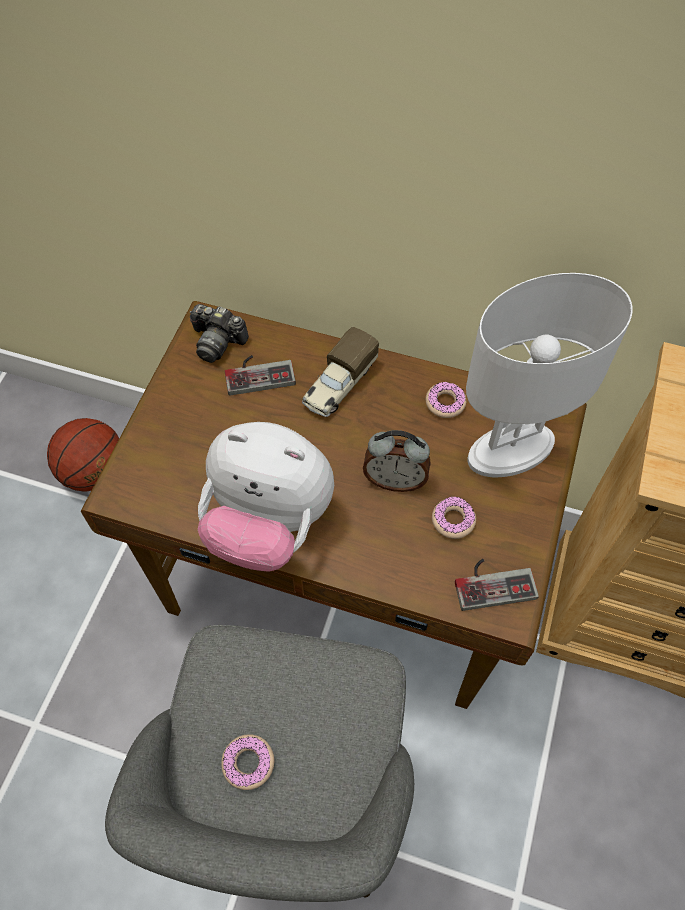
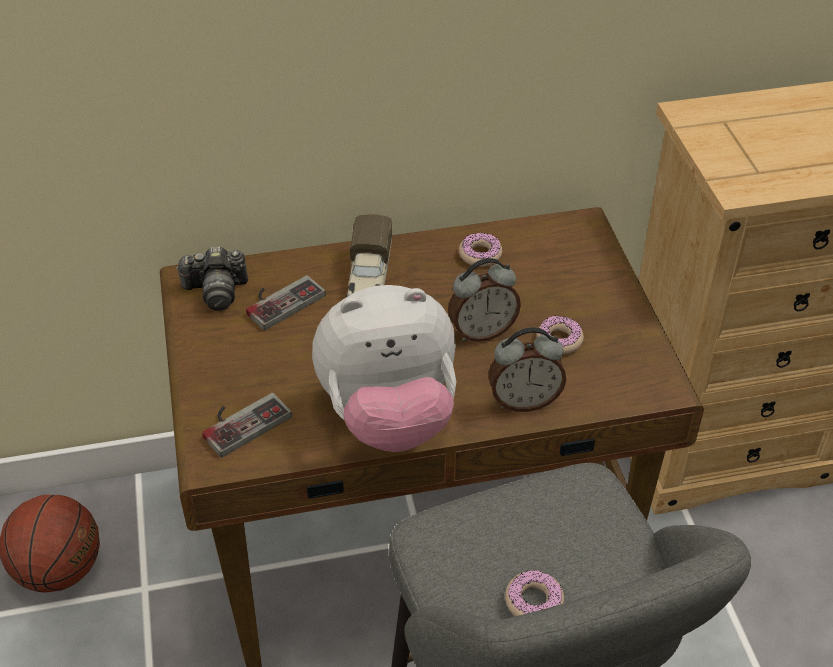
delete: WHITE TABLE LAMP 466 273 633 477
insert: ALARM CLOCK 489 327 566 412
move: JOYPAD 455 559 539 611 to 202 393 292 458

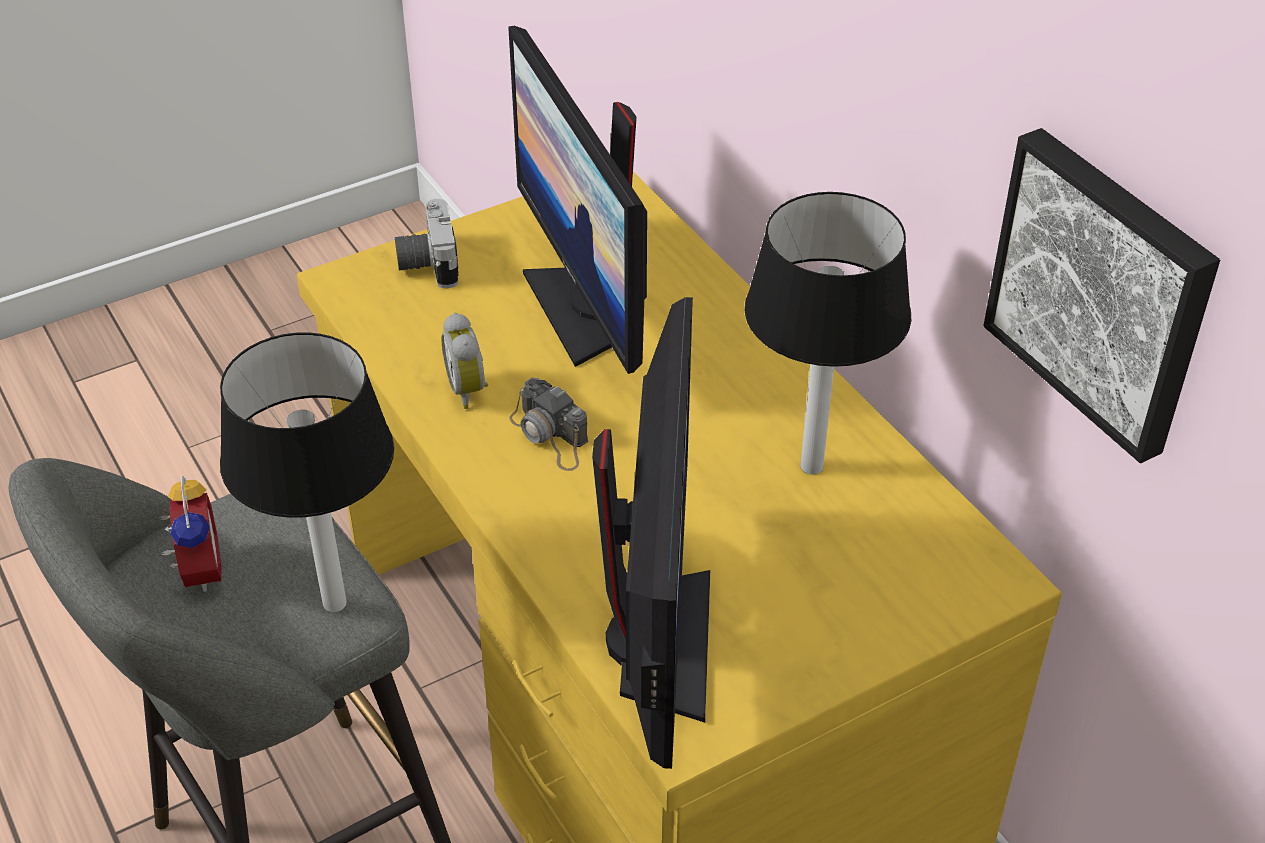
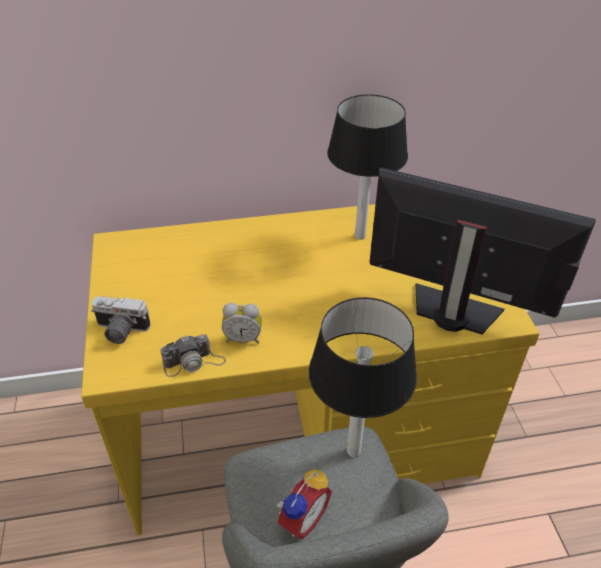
delete: MONITOR 508 26 647 374; WALL ART 983 128 1220 463
move: PHOTO CAMERA 509 378 588 471 to 160 334 226 377
rotate: ALARM CLOCK 158 475 222 592 = 276 469 332 540 120 degrees clockwise

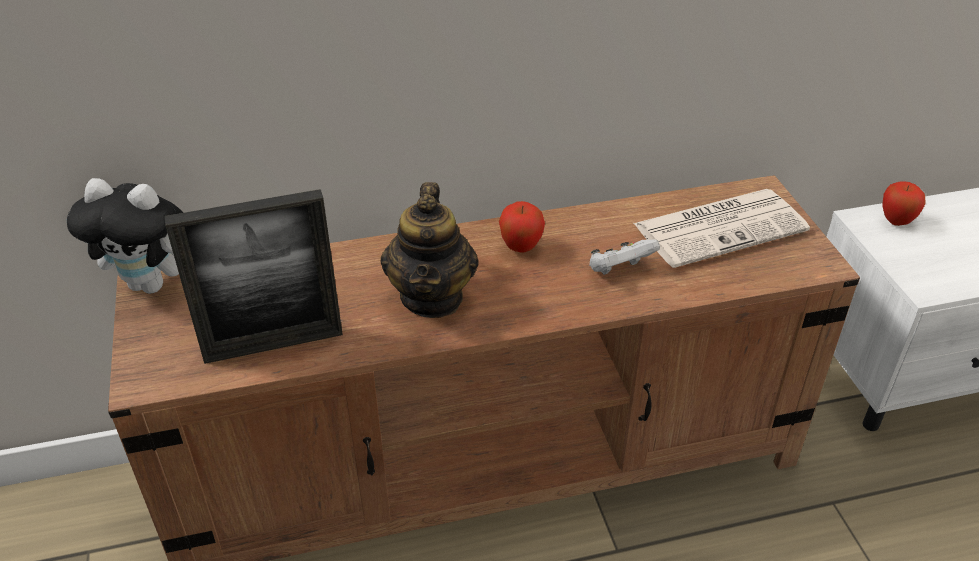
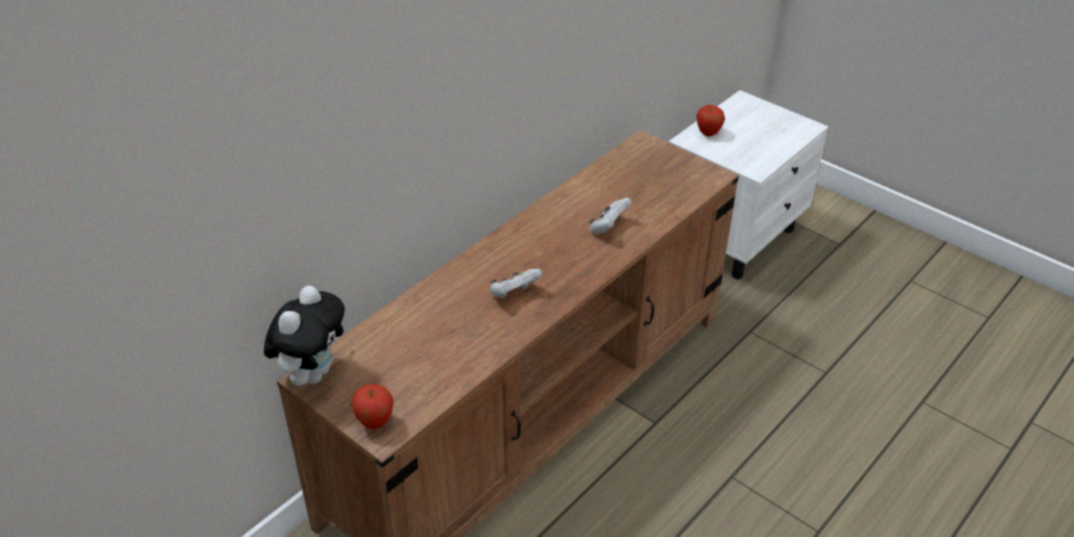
delete: STANDING FRAME 165 189 343 364; NEWSPAPER 633 189 810 268
move: APPLE FRUIT 499 201 545 253 to 351 384 393 429
replace: POT FOR TEA 381 182 479 318 to WHITE JOYPAD 490 269 543 299
rotate: CUDDLY TOY 67 178 184 294 = 264 286 345 386 45 degrees counterclockwise

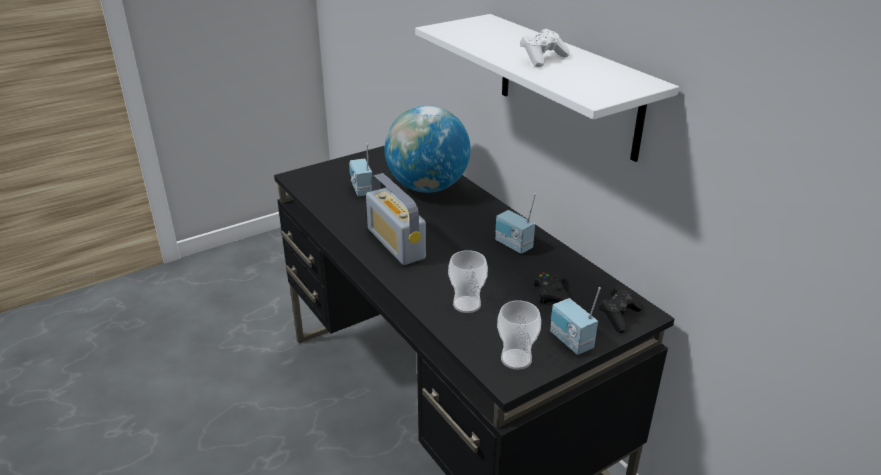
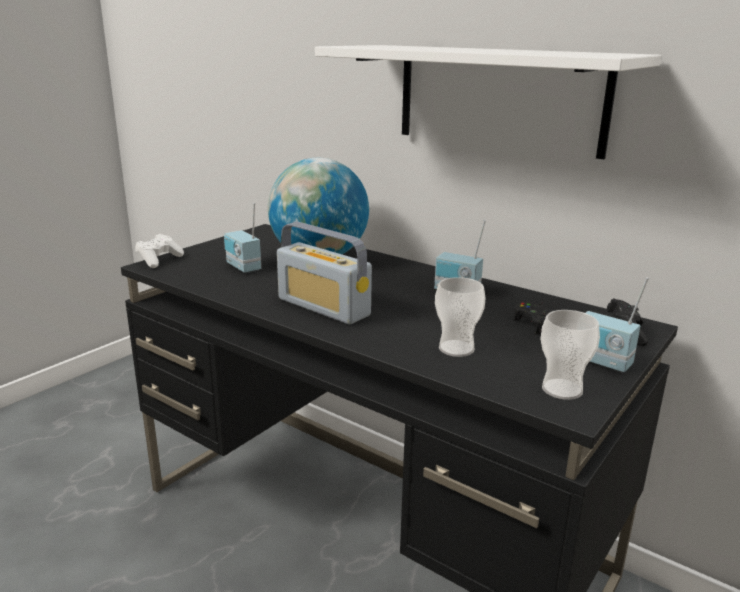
move: WHITE JOYPAD 520 29 570 67 to 135 234 184 268

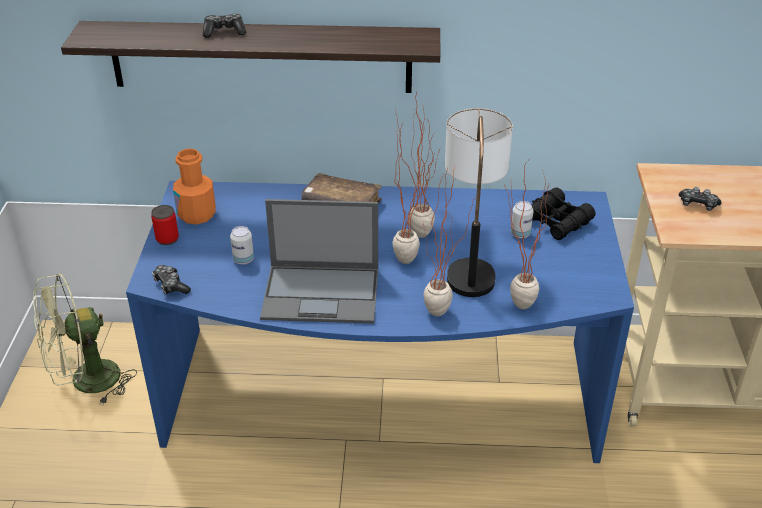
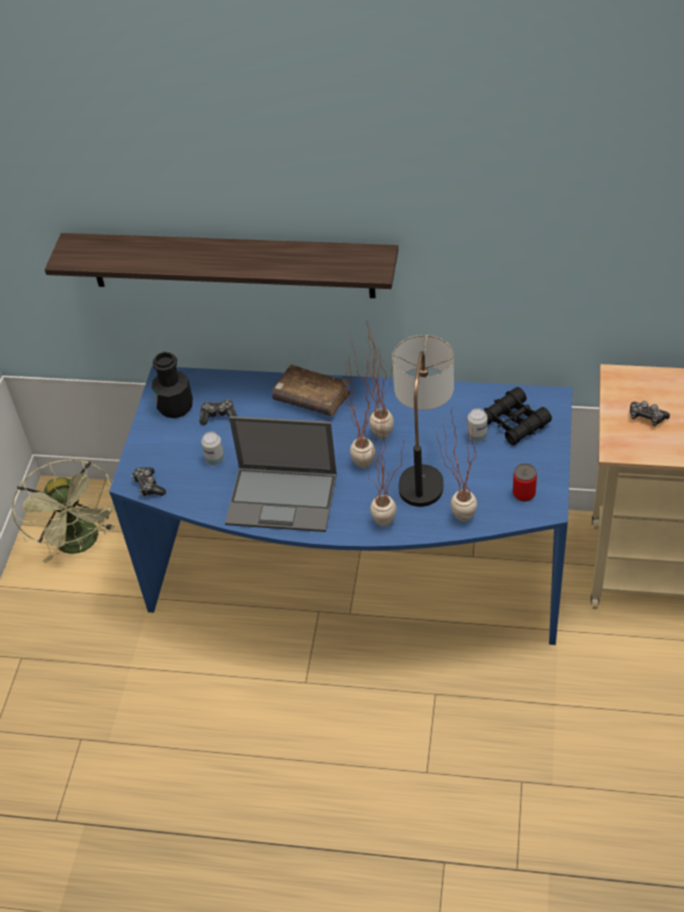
move: JOYPAD 203 13 246 38 to 200 399 237 425; SEALED CAN 151 205 179 245 to 513 464 537 502
recolor: ORANGE-COLOURED BOTTLE 173 148 216 225 to BLACKISH BOTTLE 152 352 193 418
rotate: GREENISH ELECTRIC FAN 33 273 137 405 = 11 459 116 564 90 degrees counterclockwise

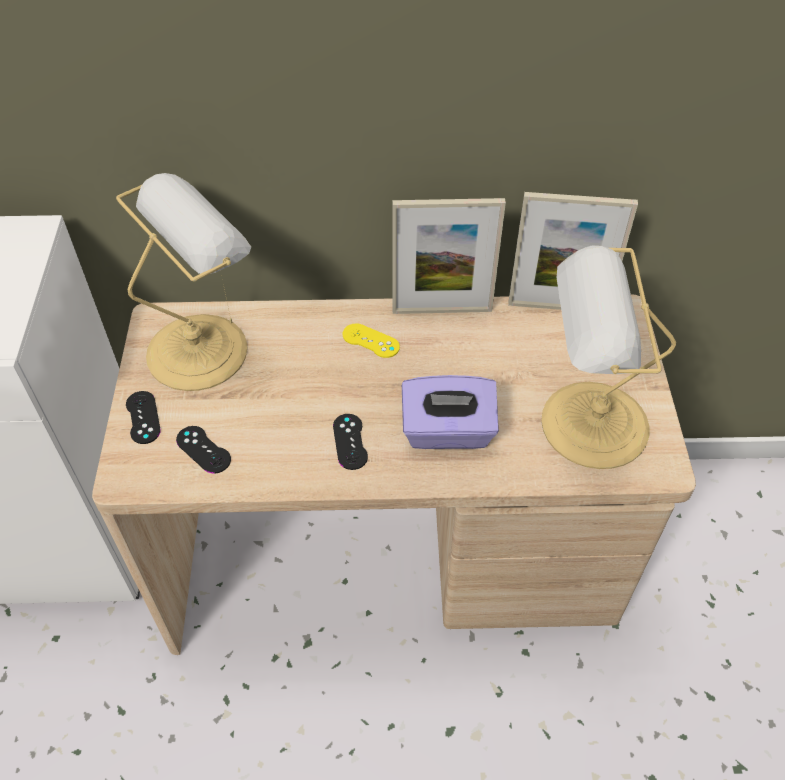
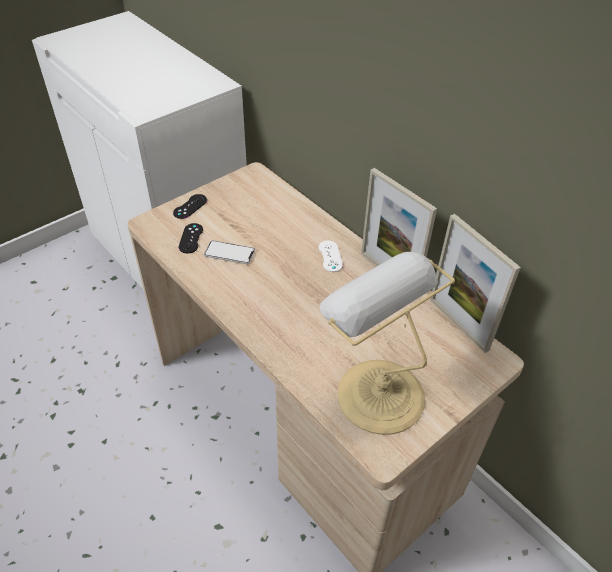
delete: TABLE LAMP 116 173 251 391; BLACKISH JOYPAD 333 414 368 470; PURPLE-COLOURED TISSUE HOLDER 402 375 499 449
insert: PHONE 204 240 255 264
recolor: YELLOW-COLOURED JOYPAD 342 323 400 358 to WHITE JOYPAD 319 240 343 272

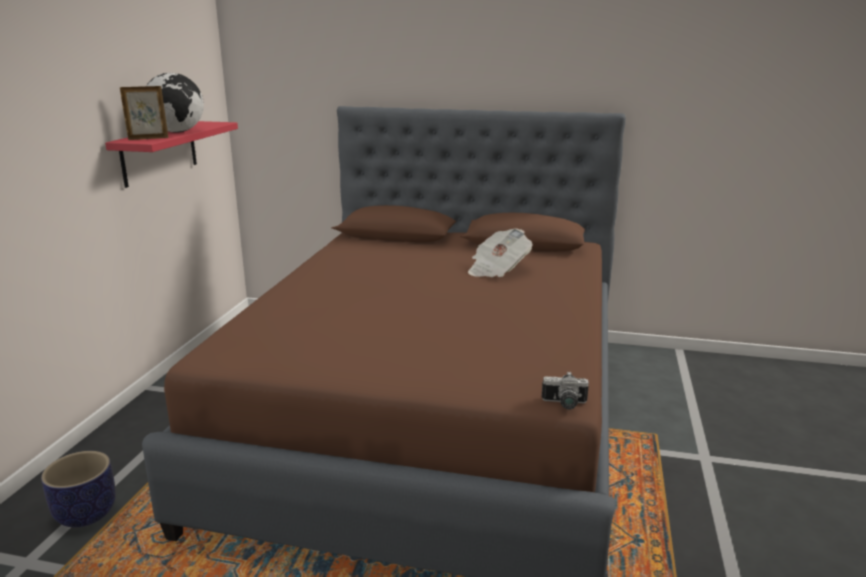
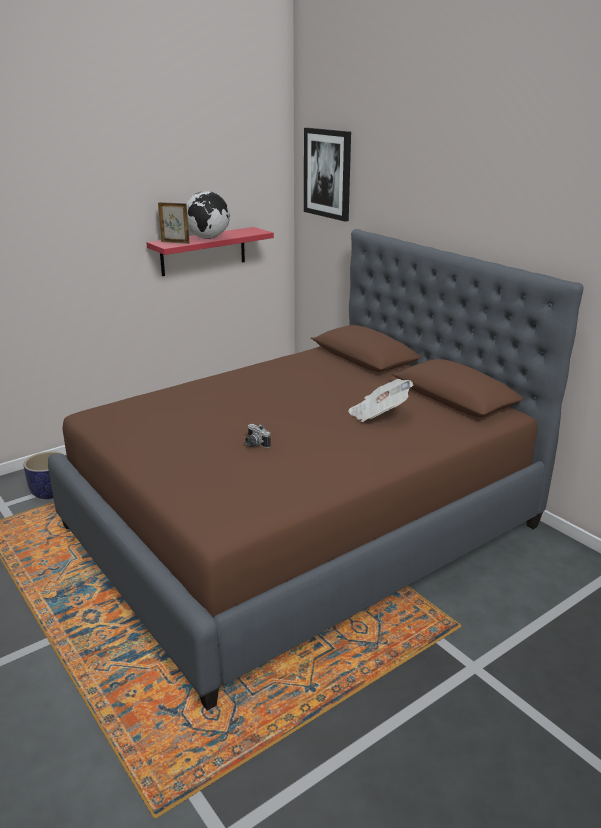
insert: WALL ART 304 128 351 221
move: PHOTO CAMERA 541 371 589 410 to 245 424 271 448

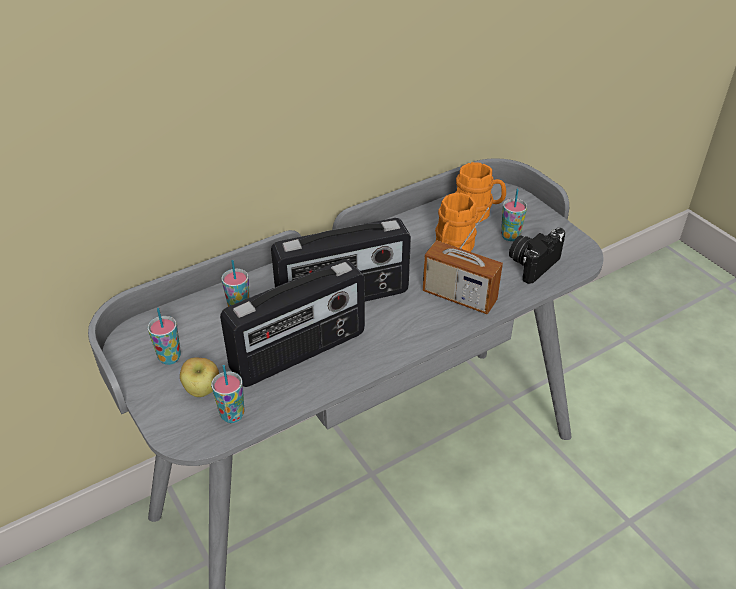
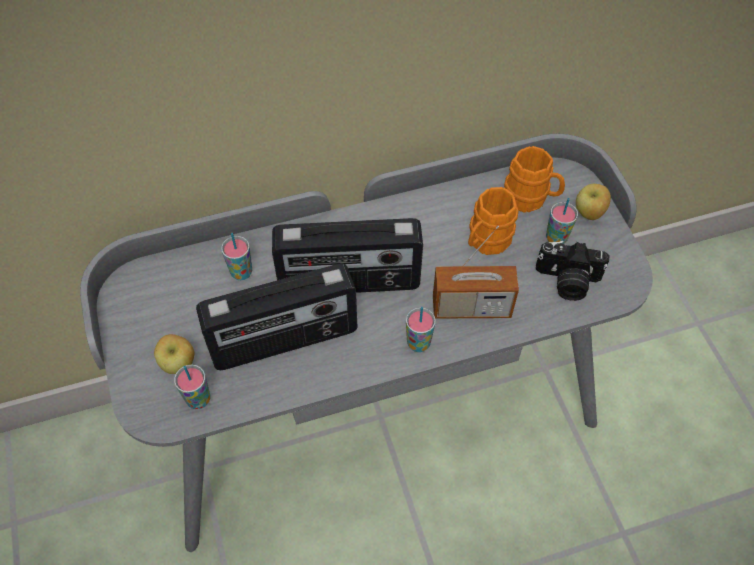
insert: APPLE FRUIT 576 184 611 220
move: DRINKING CUP 147 308 181 365 to 406 307 436 352
rotate: RADIO RECEIVER 423 208 503 314 = 433 226 519 319 45 degrees counterclockwise; PHOTO CAMERA 509 227 565 284 = 536 241 610 301 135 degrees counterclockwise

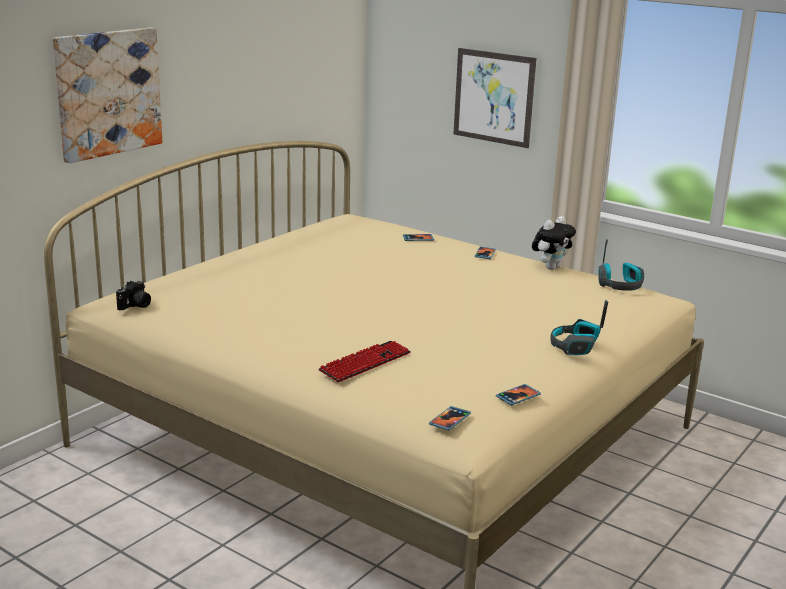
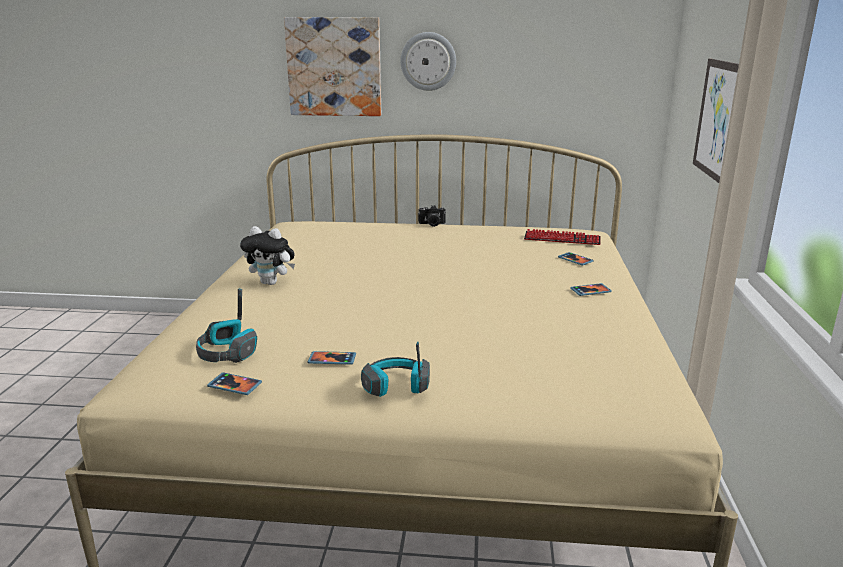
insert: WALL CLOCK 400 32 456 91
move: PAIR OF HEADPHONES 598 239 644 291 to 196 288 257 363; CUDDLY TOY 532 216 576 270 to 240 226 295 285; PHONE 429 406 471 431 to 307 351 356 364; PHOTO CAMERA 116 281 151 311 to 418 205 446 227; COMPUTER KEYBOARD 318 341 411 382 to 524 229 601 245

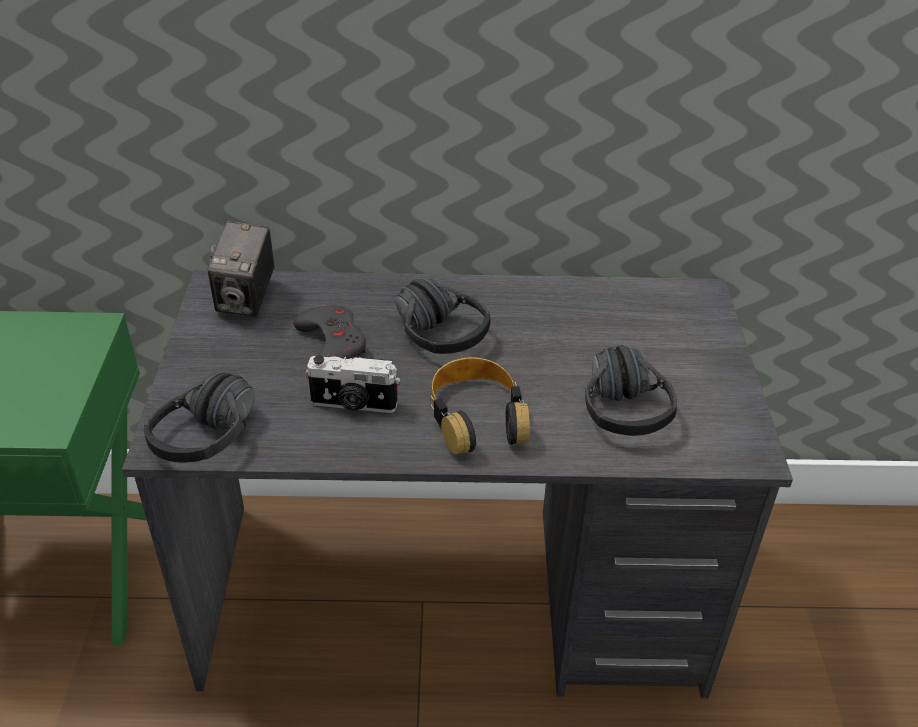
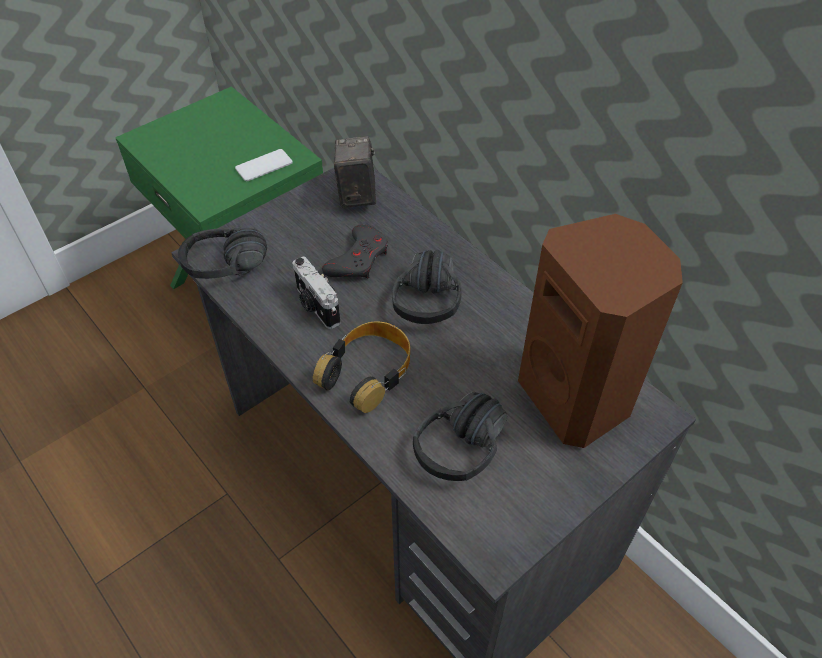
insert: PHONE 235 149 293 181; BROWN-COLOURED SPEAKER 518 214 683 448
rotate: PHOTO CAMERA 208 221 274 317 = 334 136 376 208 120 degrees clockwise

